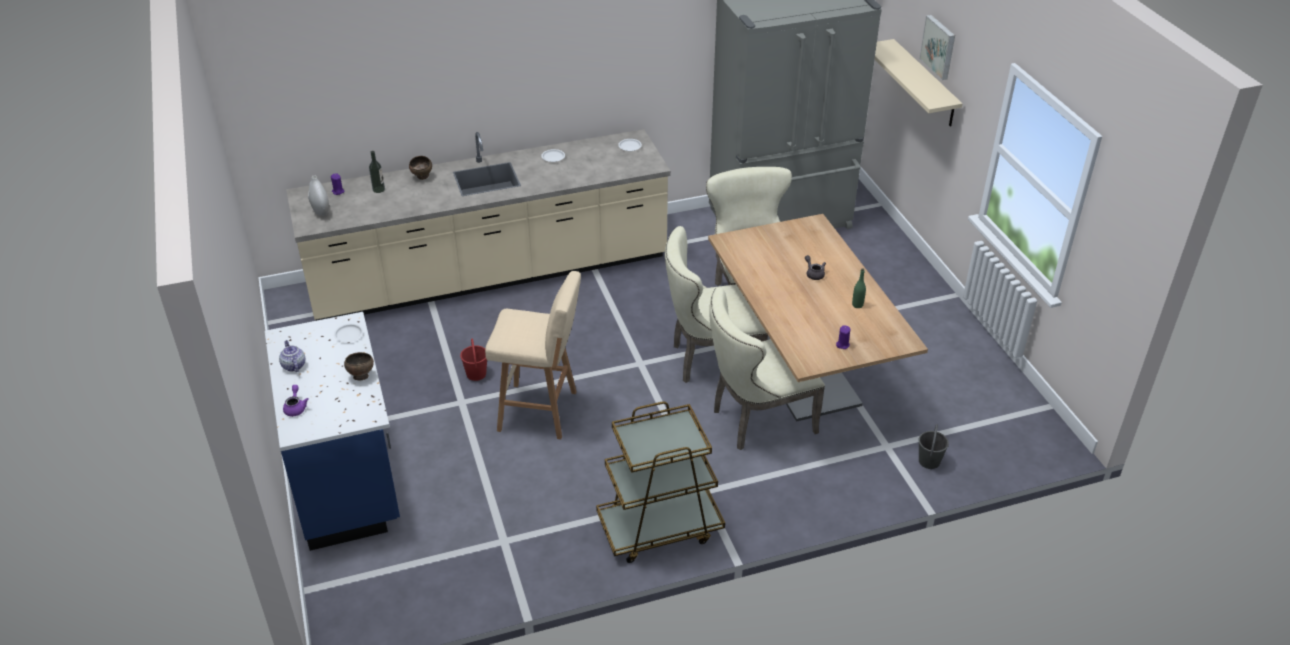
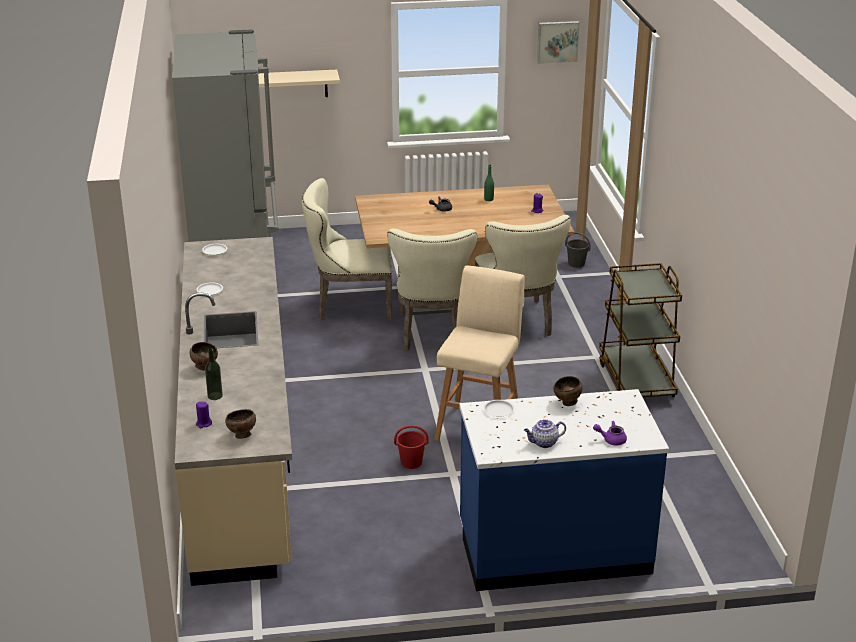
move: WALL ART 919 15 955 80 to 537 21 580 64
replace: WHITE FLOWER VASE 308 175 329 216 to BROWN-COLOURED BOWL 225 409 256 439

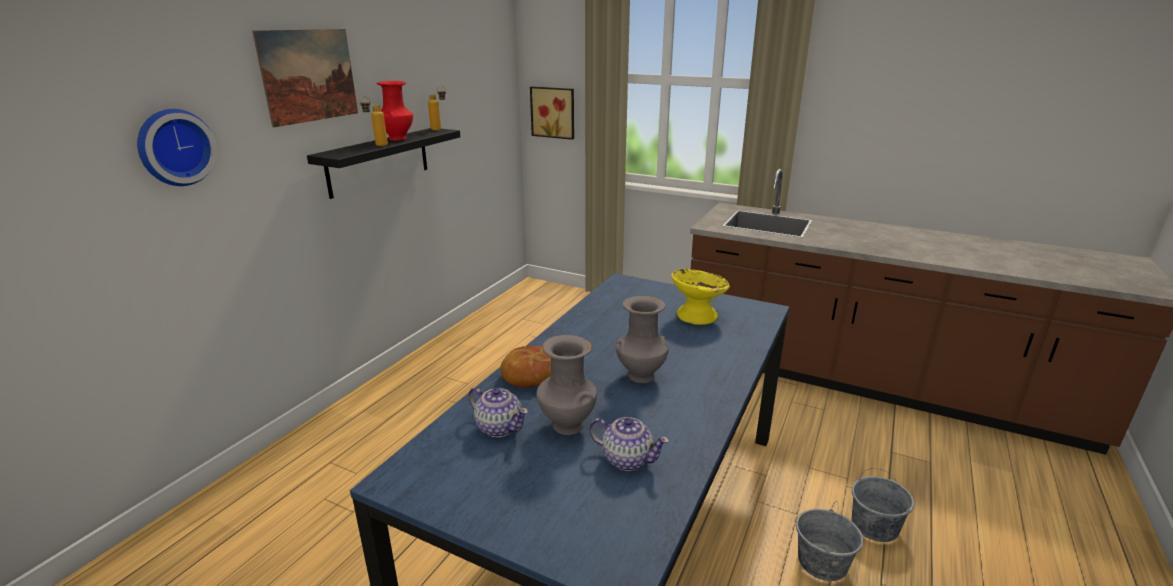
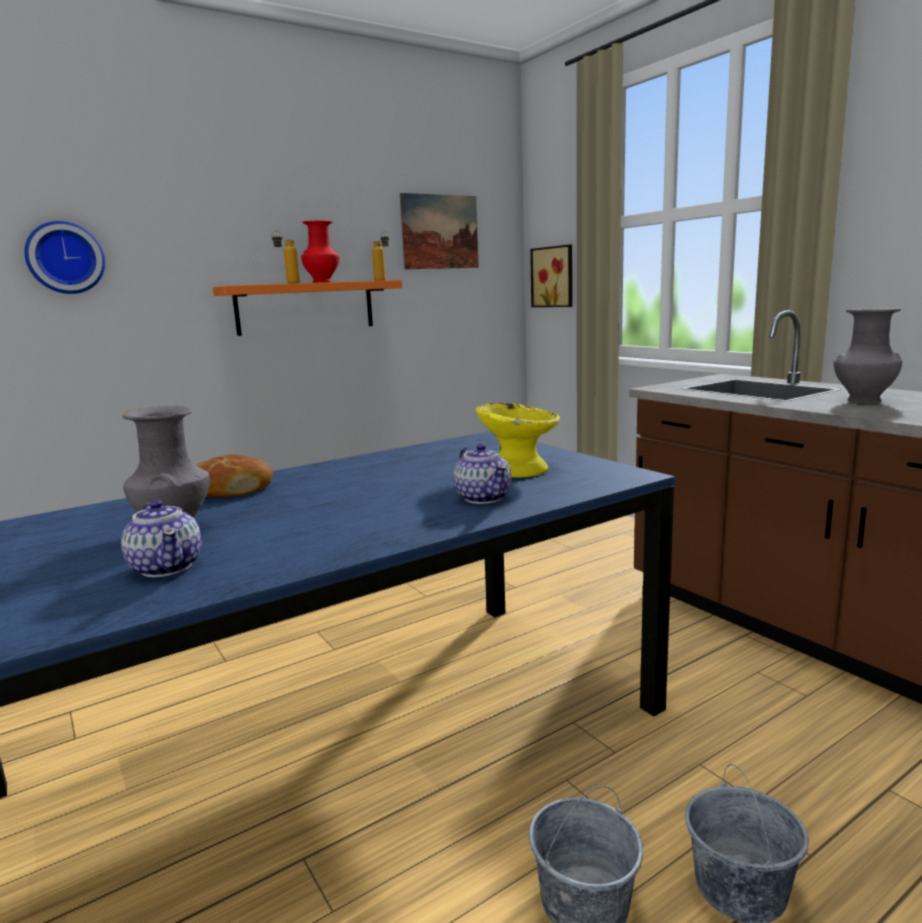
move: WALL ART 252 29 358 127 to 400 193 479 270; POT FOR TEA 468 387 528 437 to 454 443 511 504; GREY FLOWER VASE 616 296 669 383 to 833 308 902 403
recolor: BLACKISH WALL SHELF 307 128 460 199 to ORANGE-COLOURED WALL SHELF 213 280 402 336

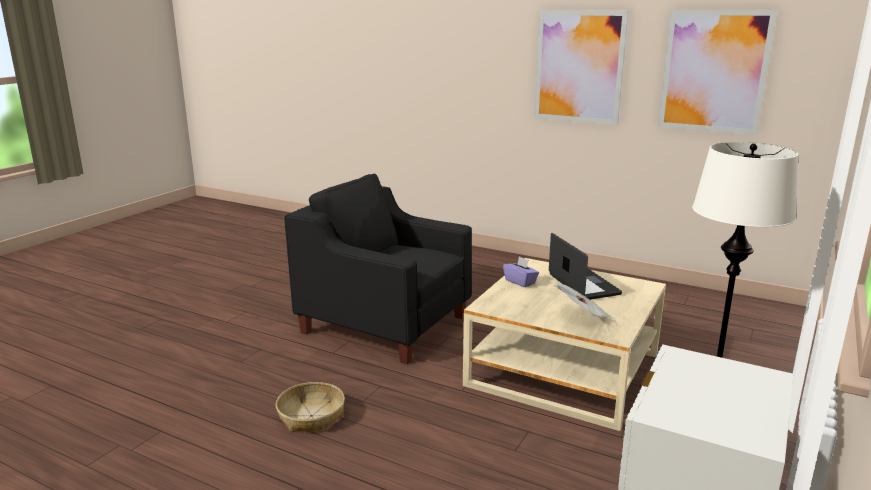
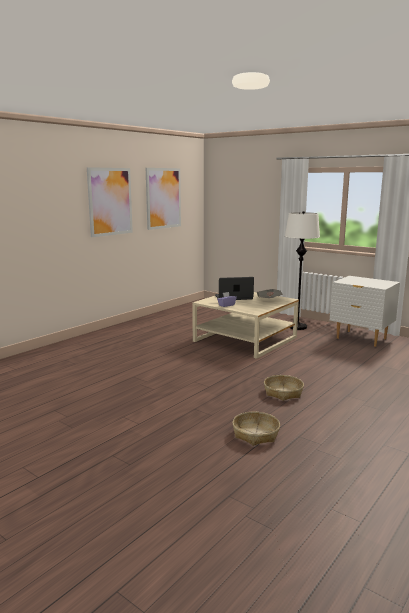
delete: BLACKISH LOUNGE CHAIR 284 174 472 364
insert: BASKET 233 412 280 446

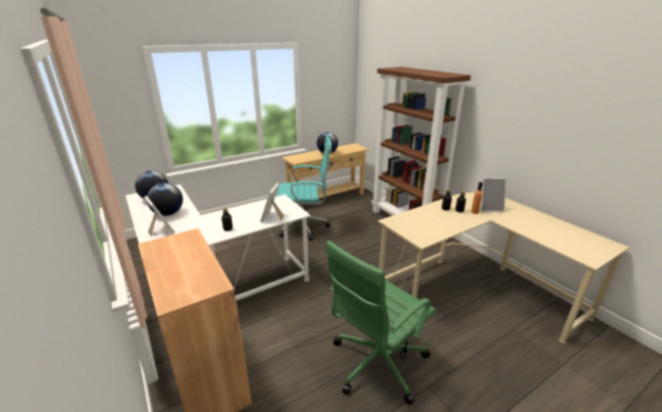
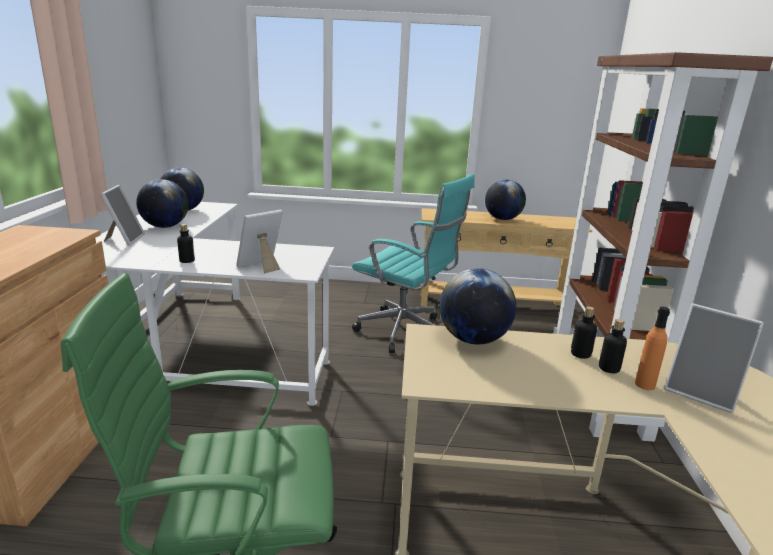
insert: GLOBE 440 268 516 344

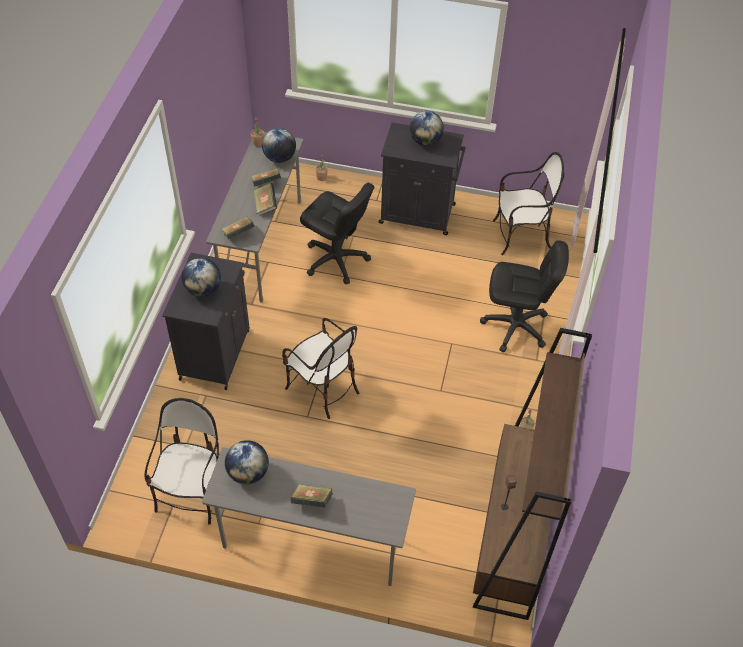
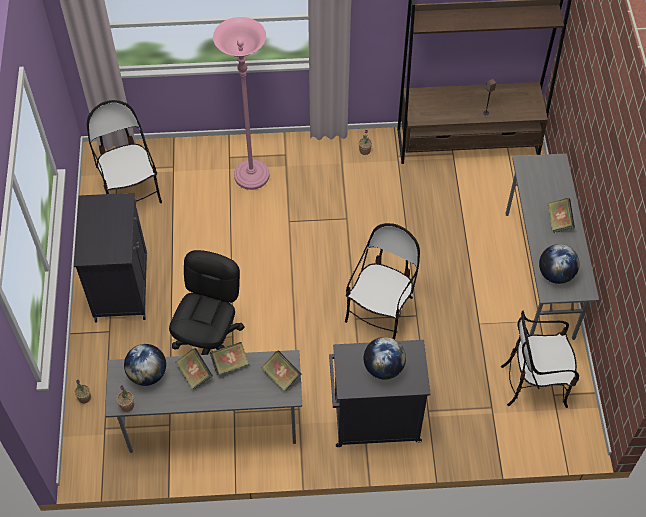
delete: GLOBE 410 111 444 146
replace: BLACKISH COMPUTER CHAIR 480 241 569 352 to PINK-COLOURED STANDING LAMP 213 17 269 190

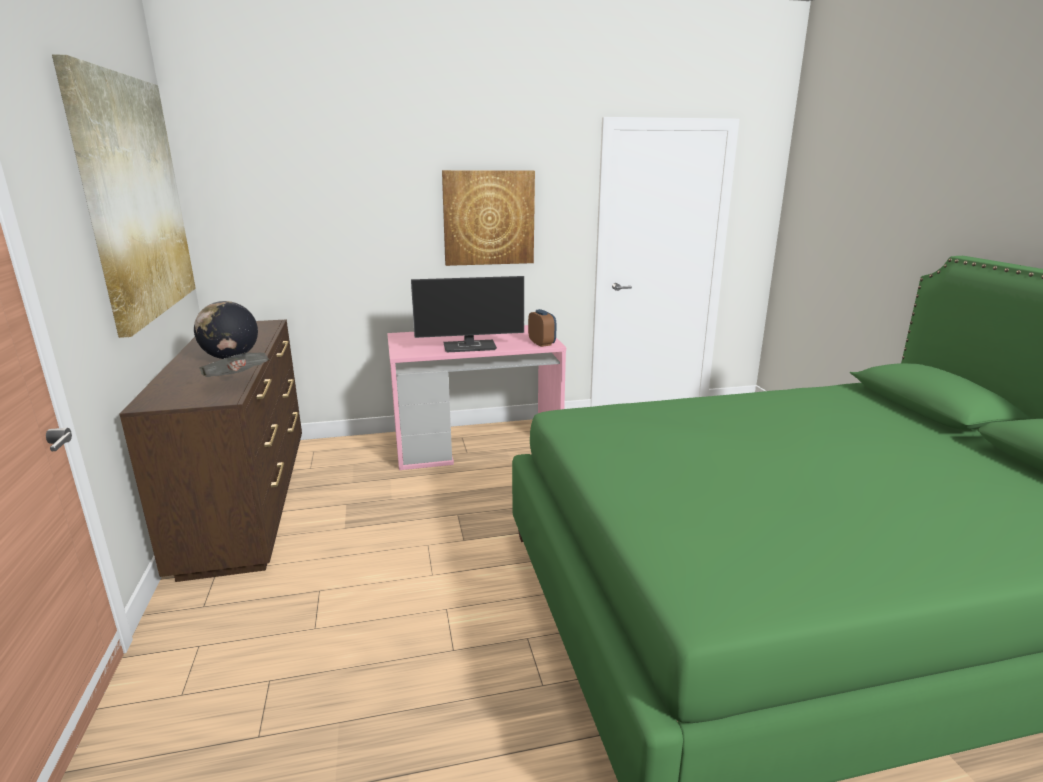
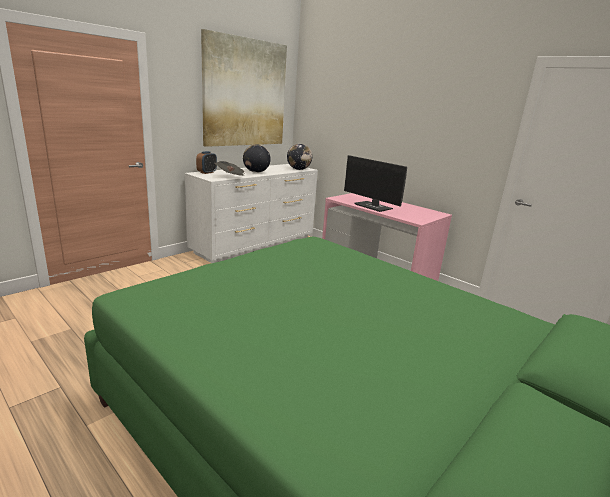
delete: WALL ART 442 170 535 266
insert: GLOBE 287 144 312 170
move: ALARM CLOCK 528 309 556 347 to 196 151 217 174
recolor: BROWN-COLOURED CHEST OF DRAWERS 120 320 302 582 to WHITE CHEST OF DRAWERS 185 164 318 263

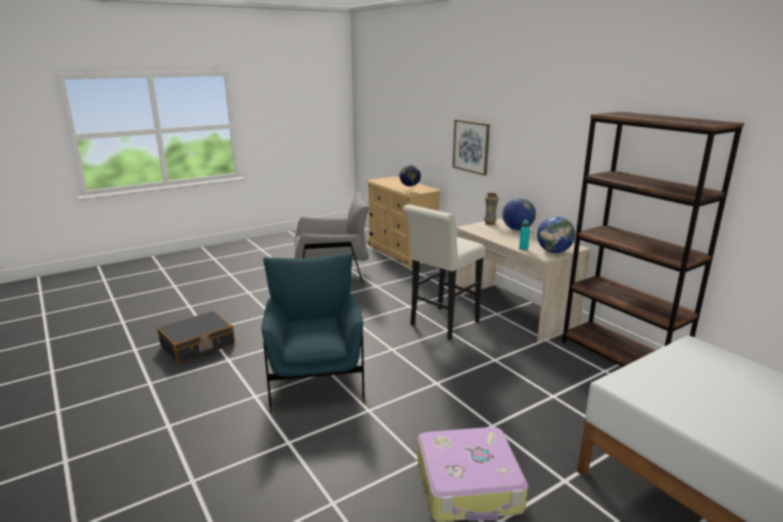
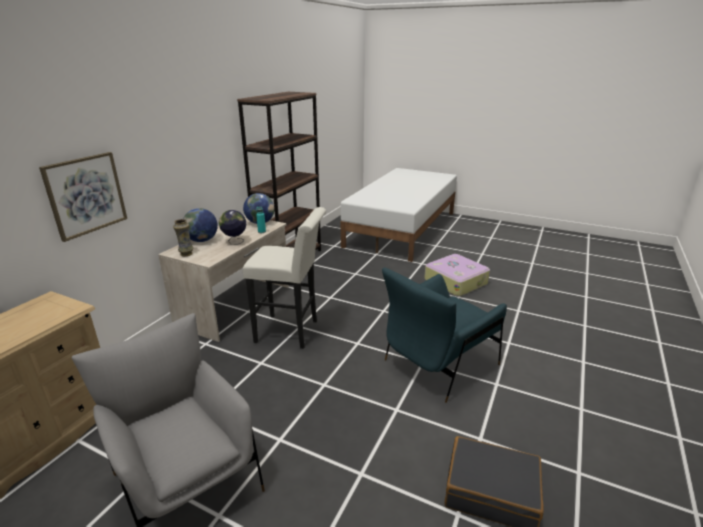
move: GLOBE 400 165 421 194 to 219 210 246 245

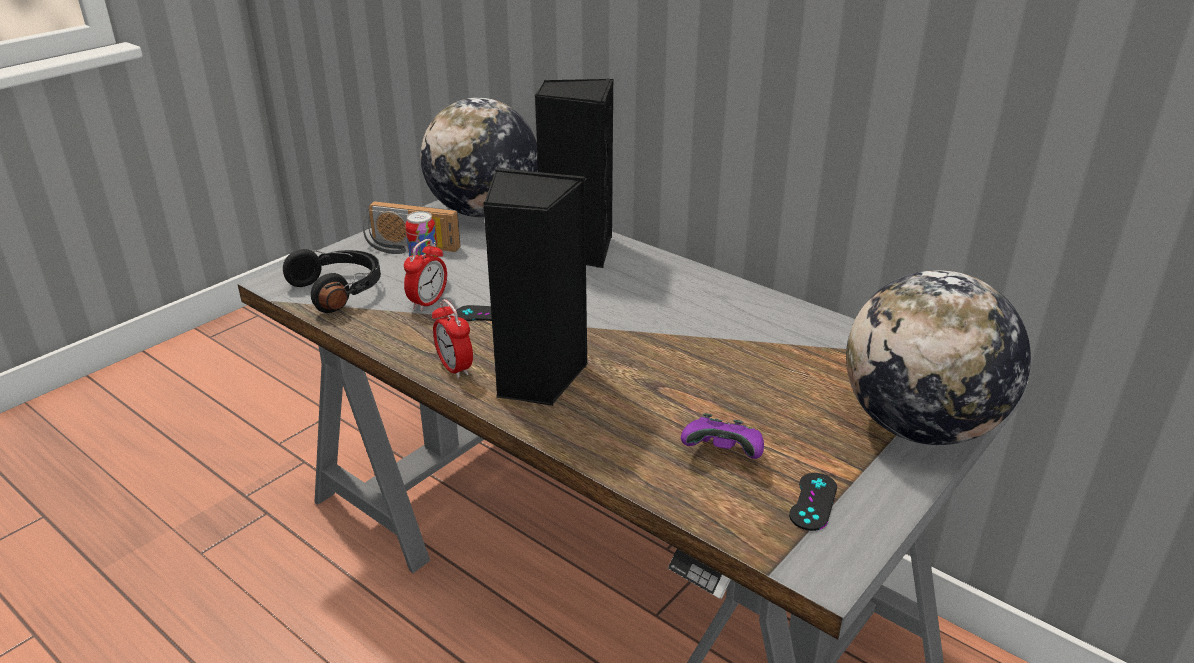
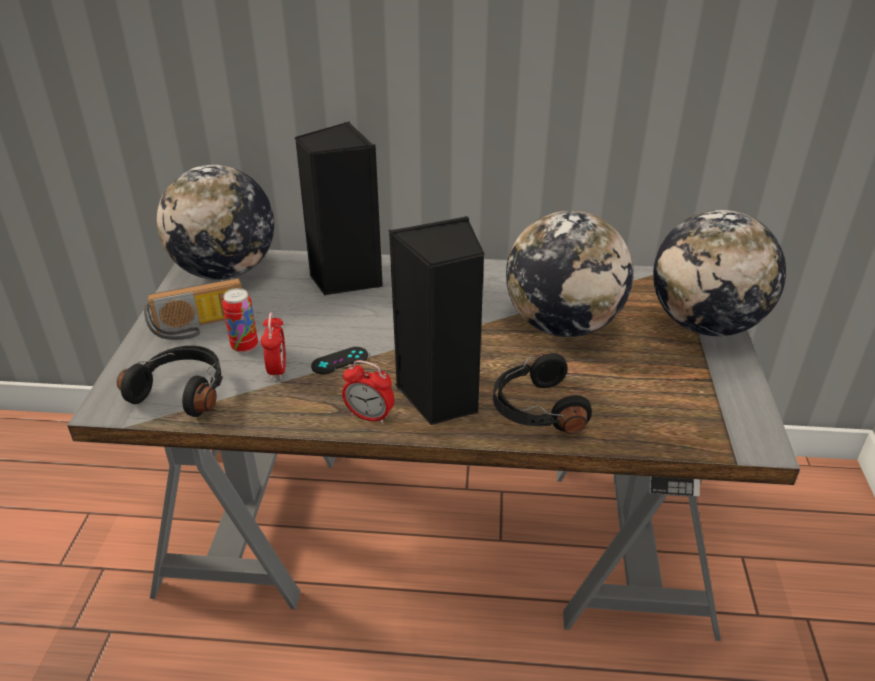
delete: PURPLE-COLOURED JOYPAD 681 413 764 459; BLACKISH JOYPAD 789 473 837 531
insert: BLACKISH PAIR OF HEADPHONES 493 353 592 434; GLOBE 506 210 633 337

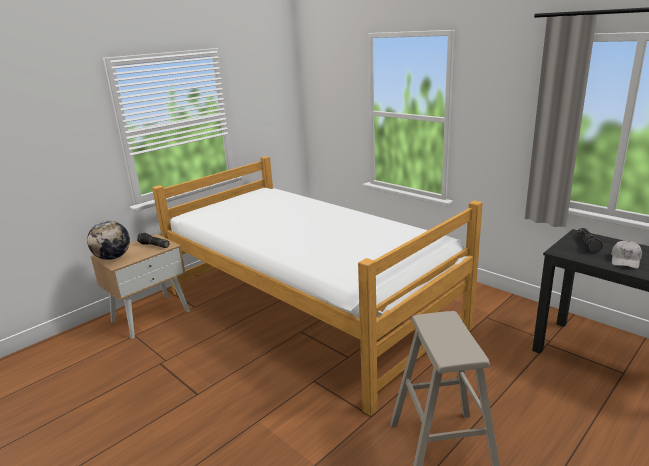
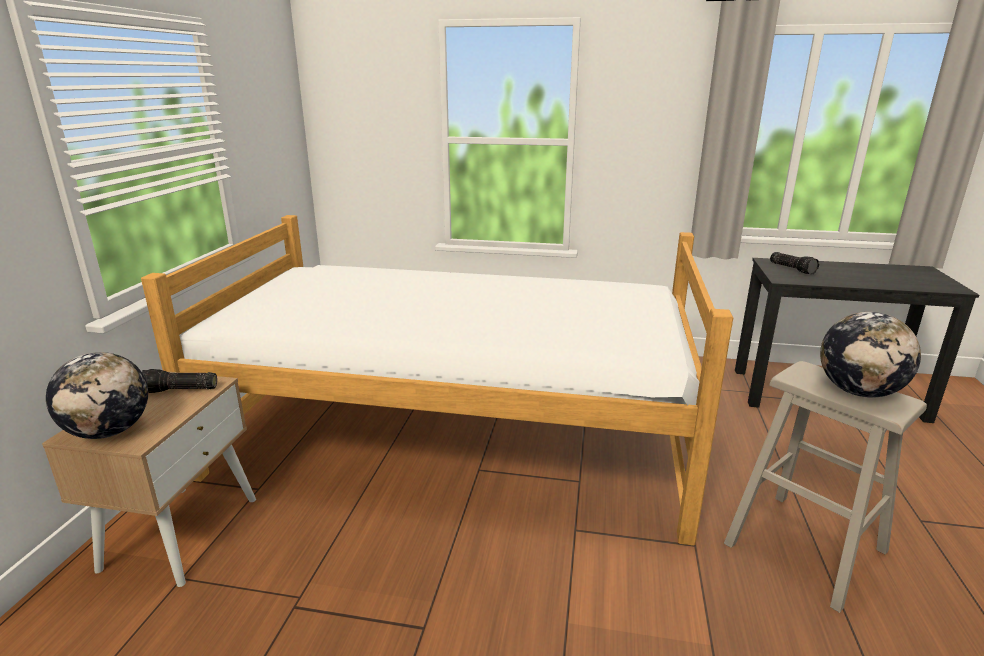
delete: WHITE BASEBALL CAP 611 241 642 269
insert: GLOBE 820 312 921 398

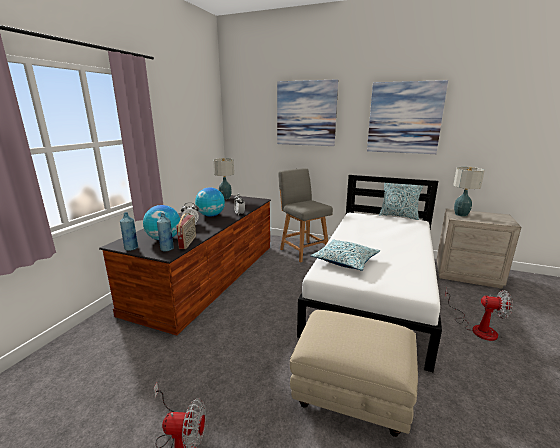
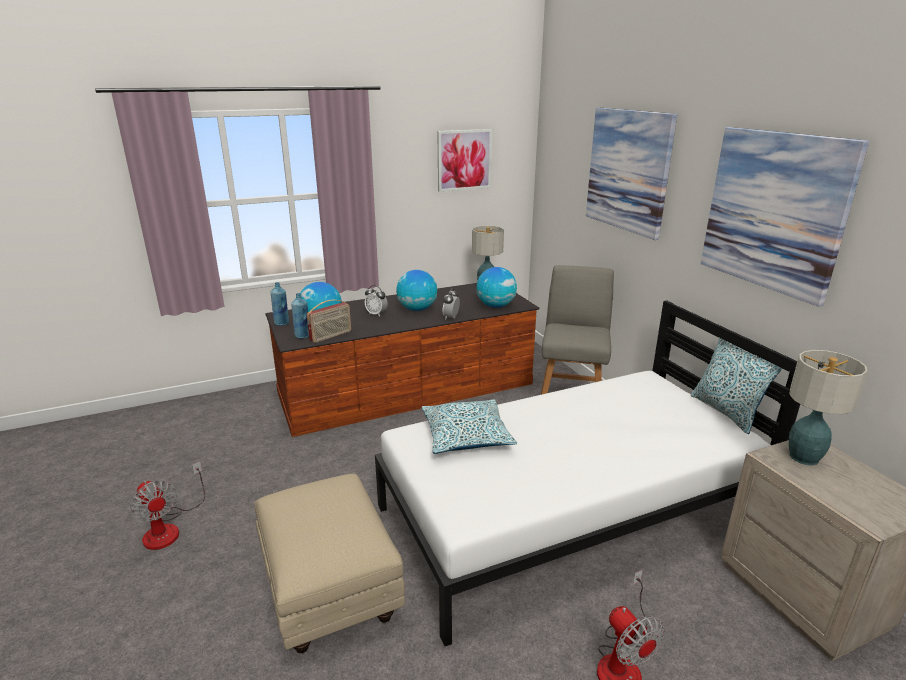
insert: WALL ART 437 129 492 192; GLOBE 477 267 517 308

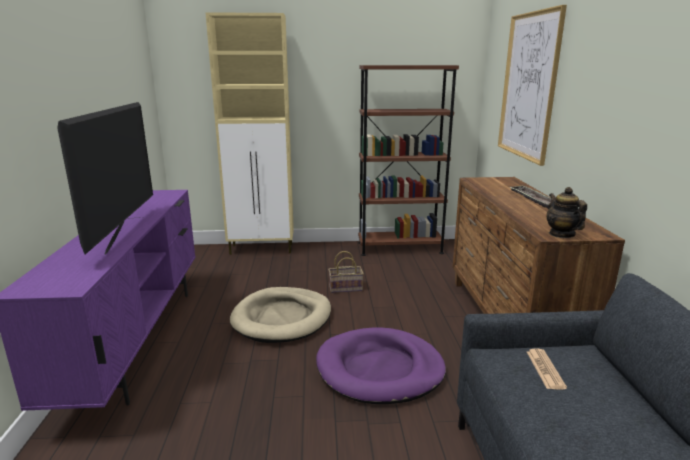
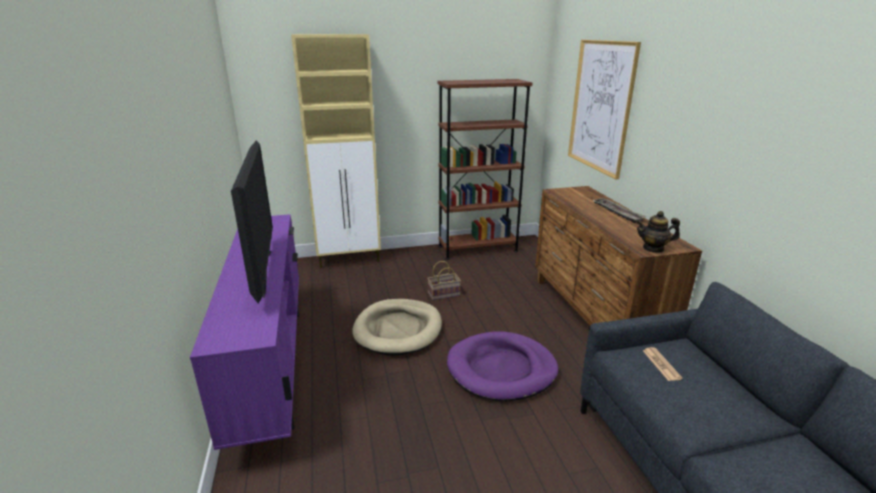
rotate: POT FOR TEA 546 187 587 238 = 636 211 680 253 60 degrees counterclockwise

